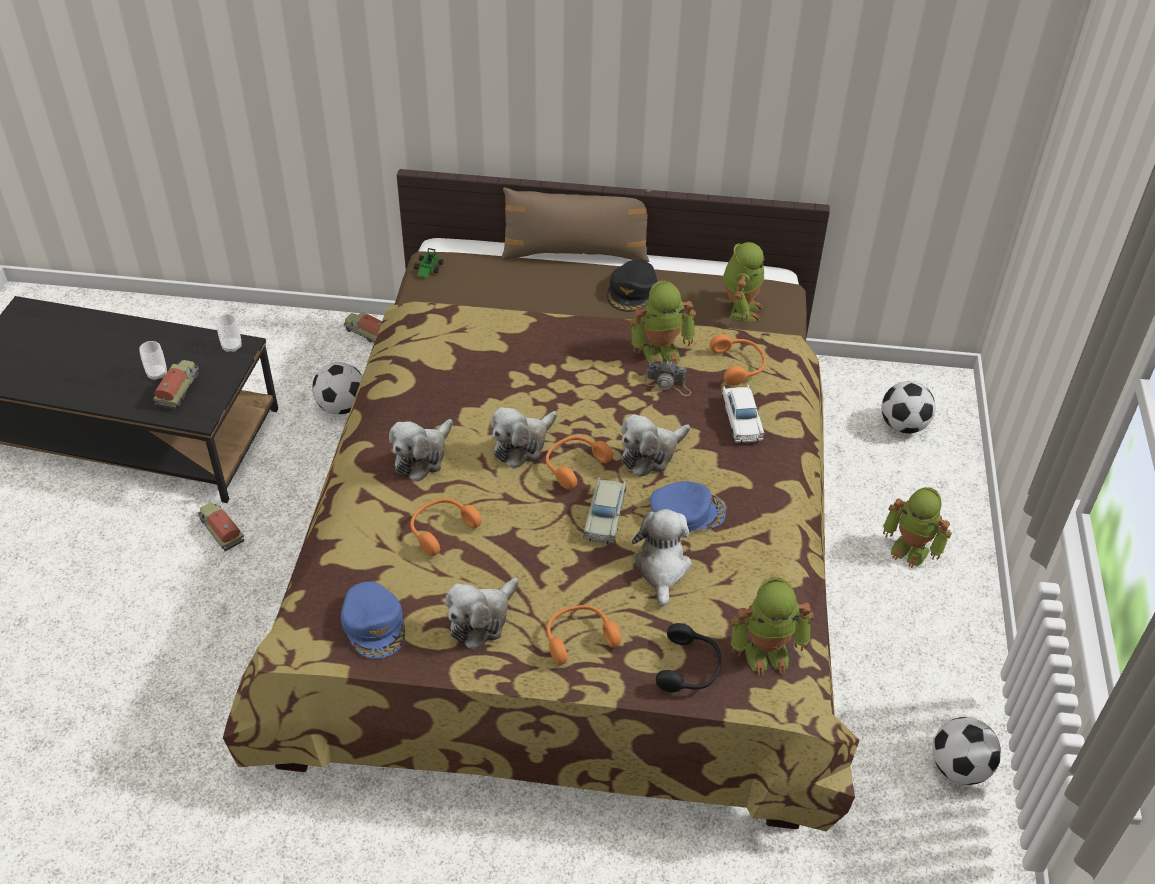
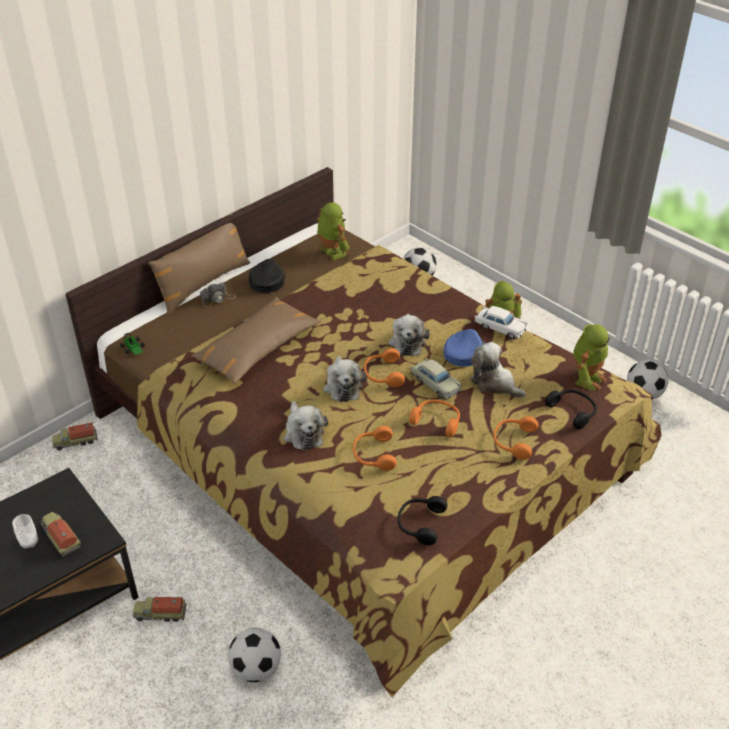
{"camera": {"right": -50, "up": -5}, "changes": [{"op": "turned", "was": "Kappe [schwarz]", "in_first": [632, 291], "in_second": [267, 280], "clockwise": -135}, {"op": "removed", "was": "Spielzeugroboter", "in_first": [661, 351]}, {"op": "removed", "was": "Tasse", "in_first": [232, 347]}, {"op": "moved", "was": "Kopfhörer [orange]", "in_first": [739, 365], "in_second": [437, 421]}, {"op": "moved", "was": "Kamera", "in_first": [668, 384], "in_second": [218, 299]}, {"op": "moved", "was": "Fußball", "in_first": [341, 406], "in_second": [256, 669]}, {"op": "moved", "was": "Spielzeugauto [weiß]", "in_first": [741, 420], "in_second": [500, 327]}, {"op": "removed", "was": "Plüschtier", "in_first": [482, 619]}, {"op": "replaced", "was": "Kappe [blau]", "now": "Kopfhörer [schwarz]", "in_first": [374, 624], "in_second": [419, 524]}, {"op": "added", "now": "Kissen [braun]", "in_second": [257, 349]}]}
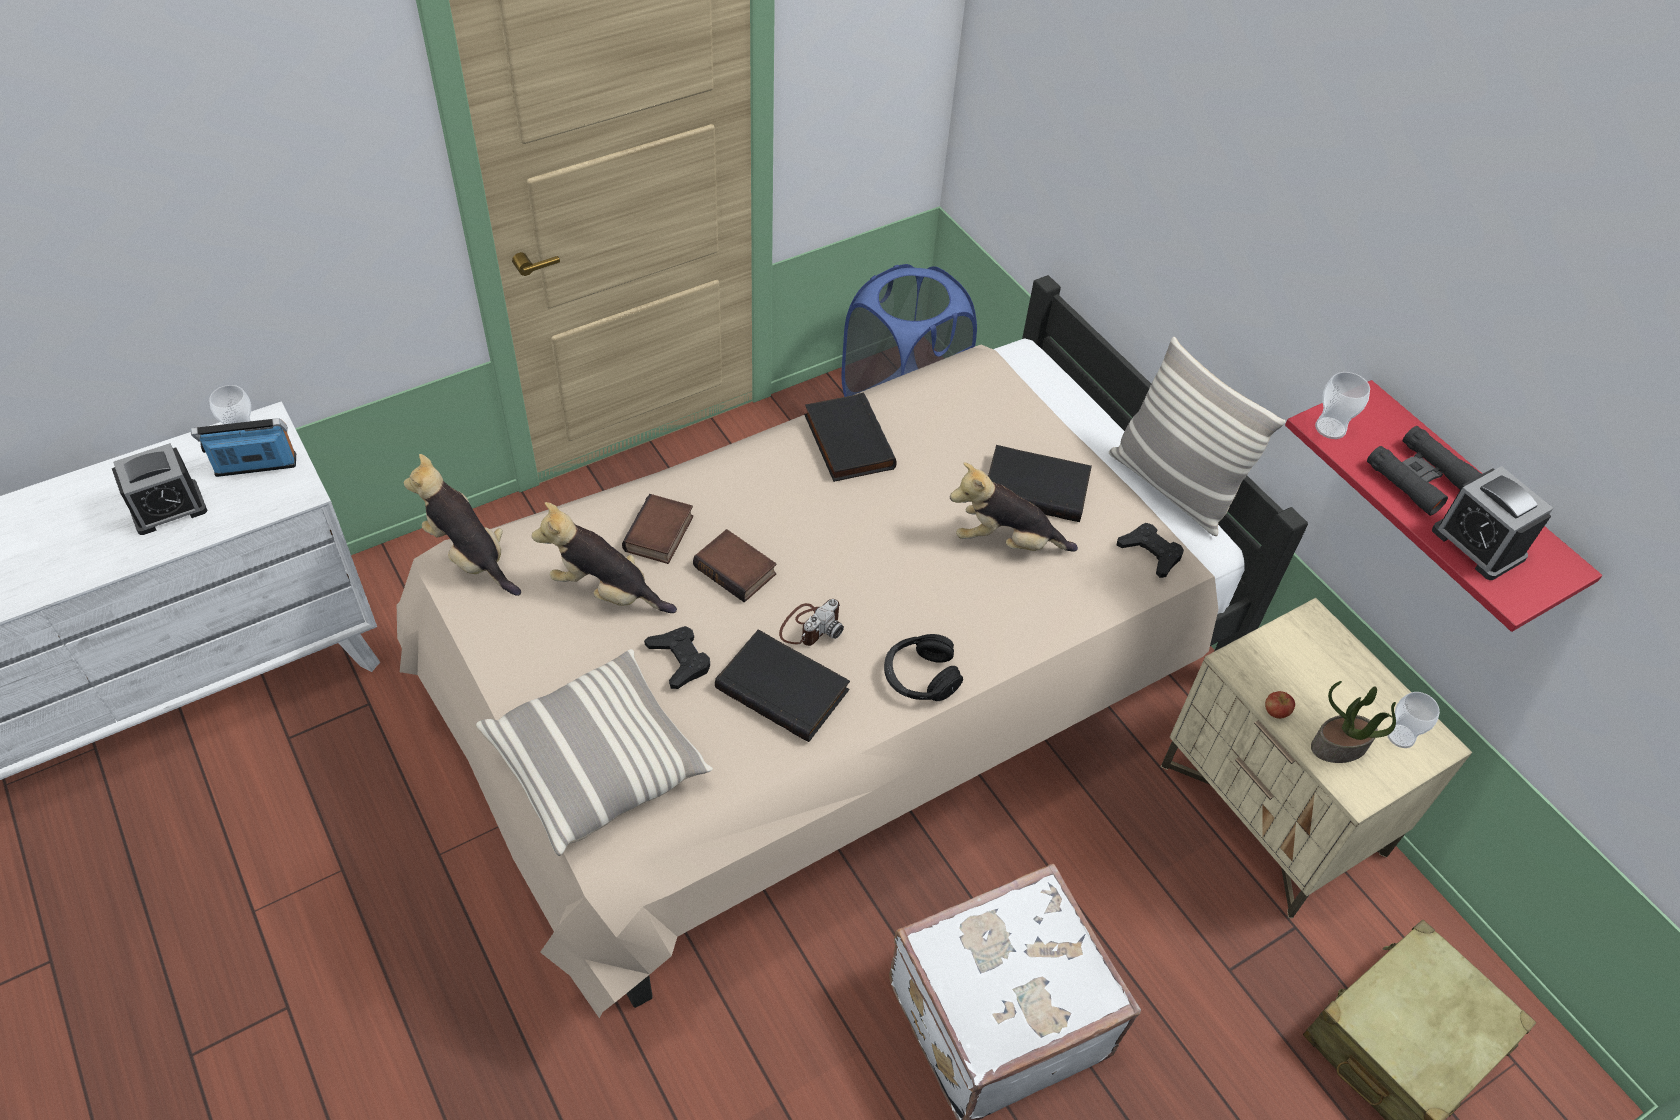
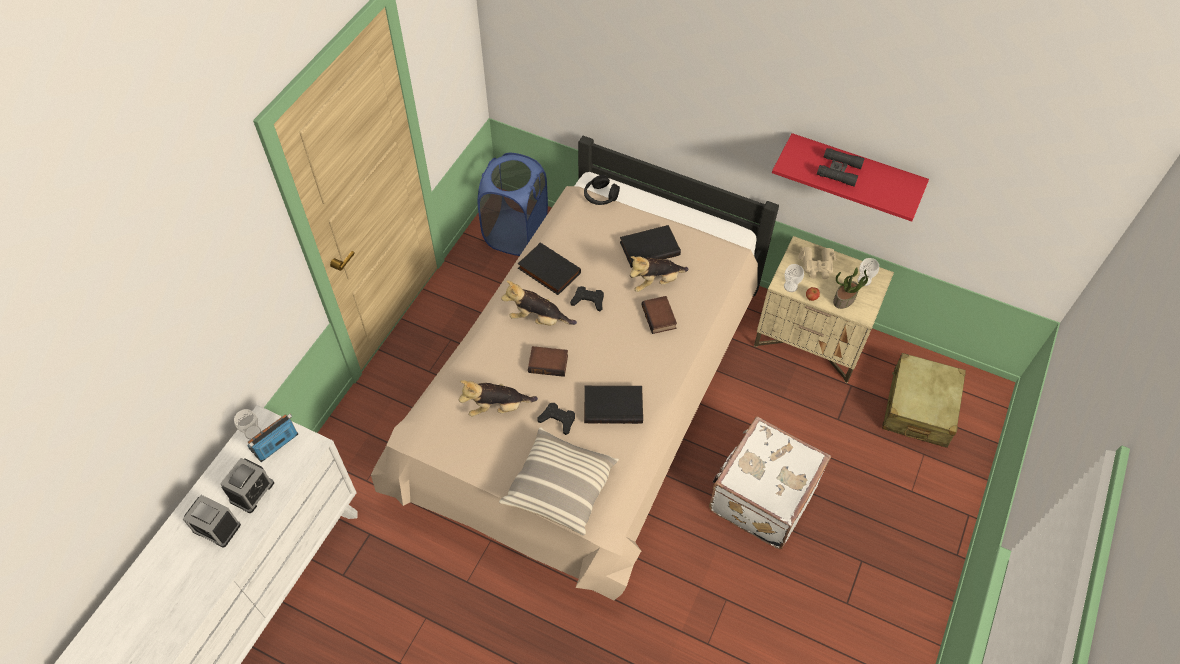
{"camera": {"right": -30, "up": 5}, "changes": [{"op": "removed", "was": "Kissen", "in_first": [1172, 487]}, {"op": "moved", "was": "Tasse", "in_first": [1330, 428], "in_second": [790, 286]}, {"op": "moved", "was": "Plüschtier", "in_first": [470, 556], "in_second": [538, 319]}, {"op": "moved", "was": "Wecker", "in_first": [1478, 544], "in_second": [216, 528]}, {"op": "moved", "was": "Buch", "in_first": [660, 535], "in_second": [660, 317]}, {"op": "moved", "was": "Gamepad [schwarz]", "in_first": [1150, 553], "in_second": [588, 300]}, {"op": "removed", "was": "Kamera", "in_first": [810, 626]}, {"op": "moved", "was": "Kopfhörer [schwarz]", "in_first": [920, 676], "in_second": [600, 196]}, {"op": "added", "now": "Fernglas [beige]", "in_second": [817, 266]}]}
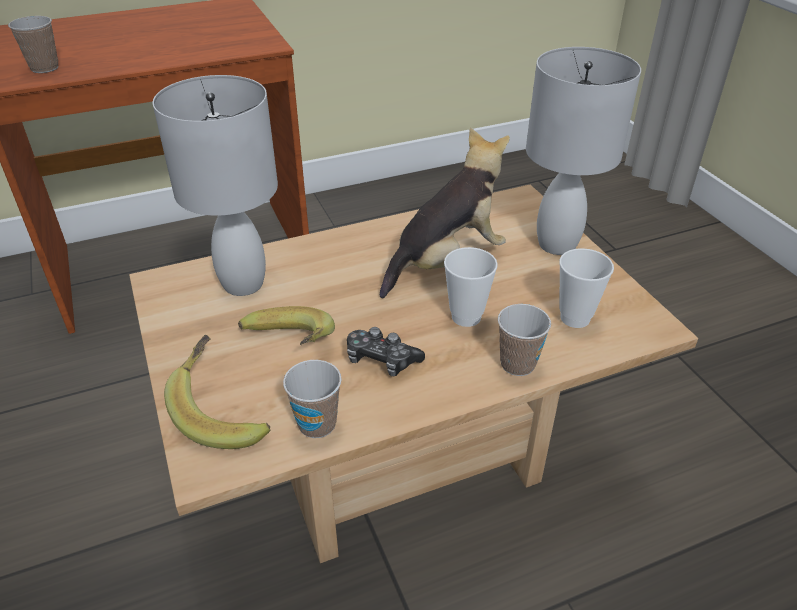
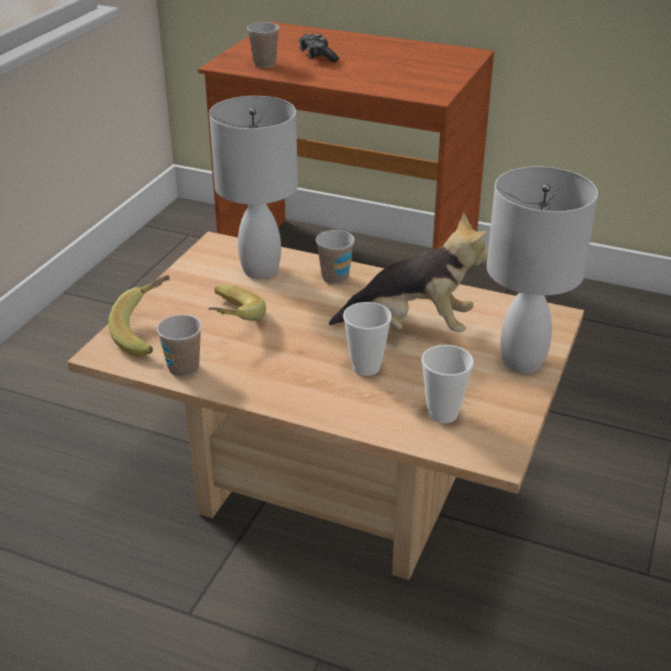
{"camera": {"right": 45, "up": -5}, "changes": [{"op": "moved", "was": "Tasse", "in_first": [517, 364], "in_second": [335, 278]}, {"op": "moved", "was": "Gamepad", "in_first": [381, 360], "in_second": [317, 56]}]}
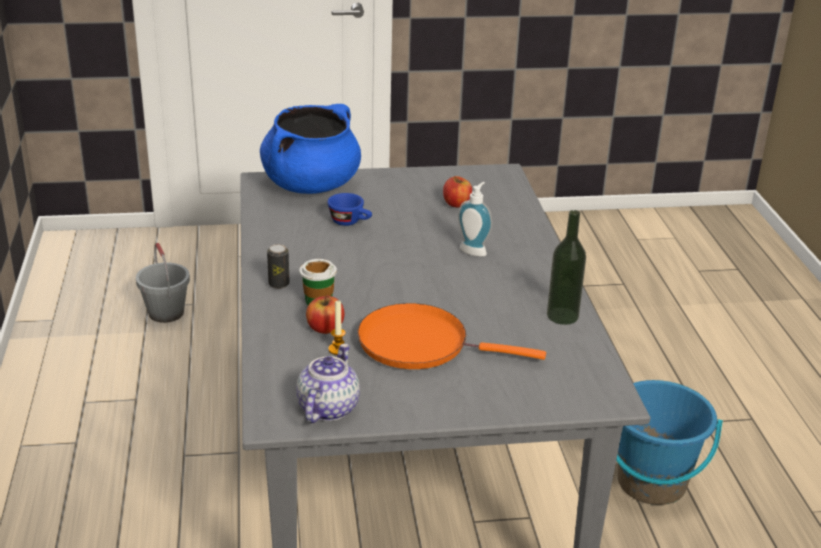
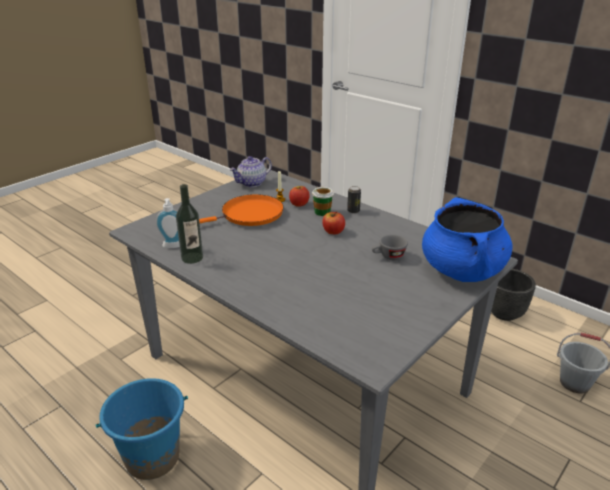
{"camera": {"right": 140, "up": 0}, "changes": [{"op": "moved", "was": "Apfel", "in_first": [457, 204], "in_second": [333, 231]}, {"op": "moved", "was": "Seifenspender", "in_first": [474, 250], "in_second": [173, 247]}, {"op": "recoloured", "was": "Tasse [blau]", "now": "Tasse [grau]", "in_first": [350, 222], "in_second": [388, 257]}, {"op": "turned", "was": "Teekanne", "in_first": [327, 408], "in_second": [252, 183], "clockwise": 75}, {"op": "added", "now": "Pflanzkübel [schwarz]", "in_second": [504, 312]}]}
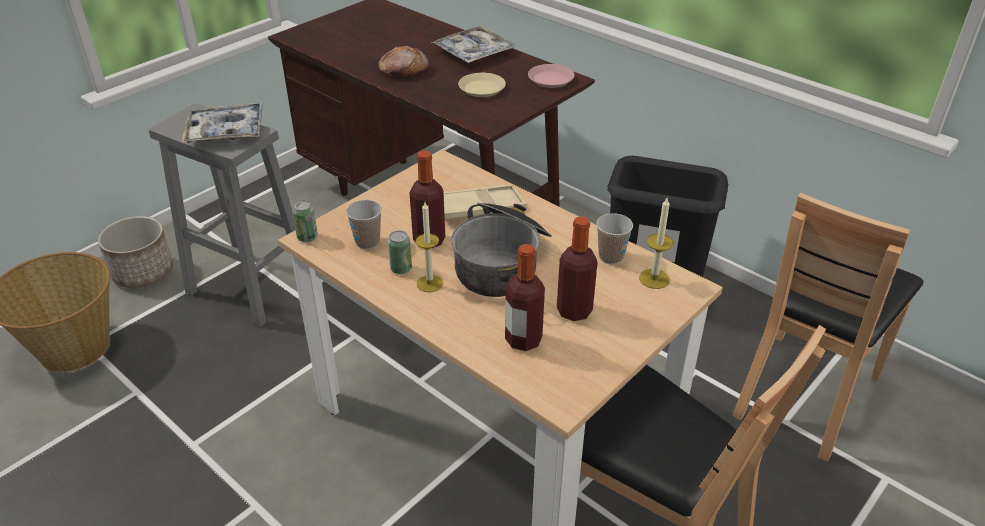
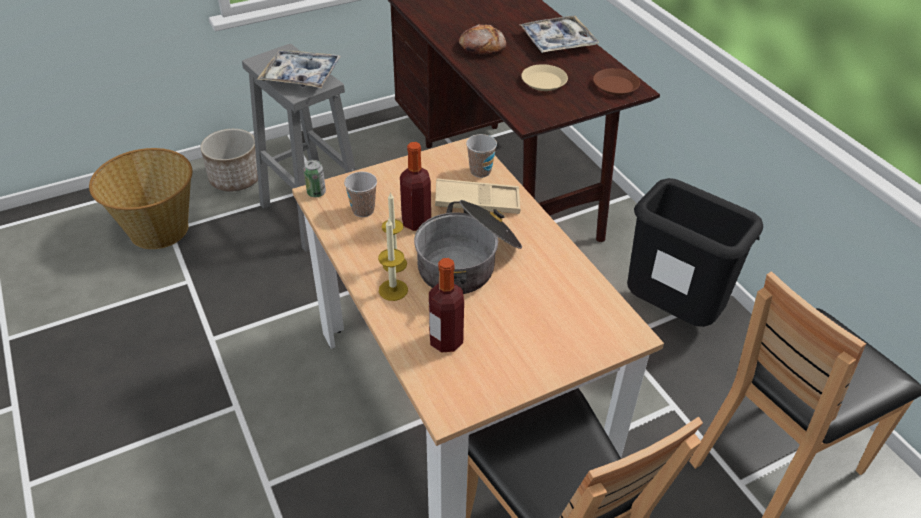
{"camera": {"right": 20, "up": 5}, "changes": [{"op": "recoloured", "was": "Teller [rosa]", "now": "Teller [braun]", "in_first": [551, 80], "in_second": [616, 86]}, {"op": "moved", "was": "Kerze", "in_first": [654, 279], "in_second": [393, 290]}, {"op": "moved", "was": "Tasse", "in_first": [611, 257], "in_second": [480, 171]}, {"op": "removed", "was": "Flasche", "in_first": [574, 310]}, {"op": "removed", "was": "Dose", "in_first": [401, 269]}]}
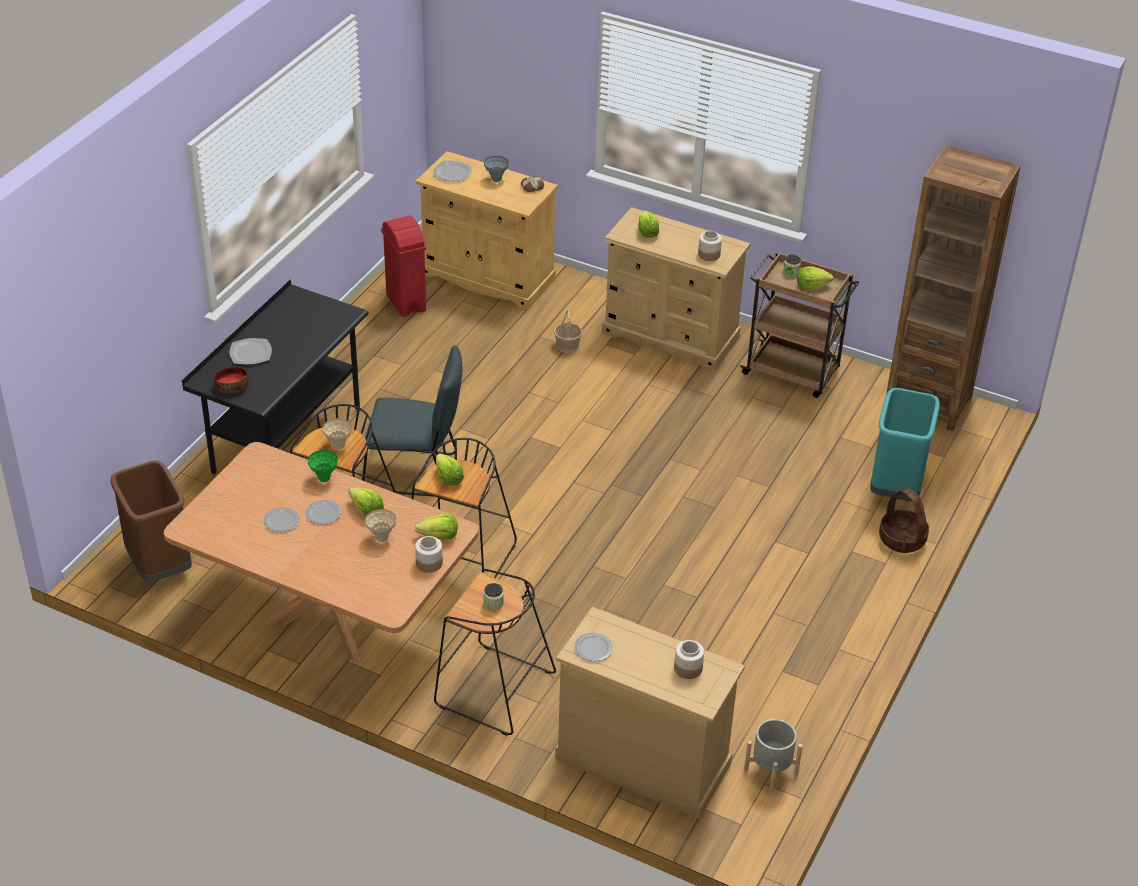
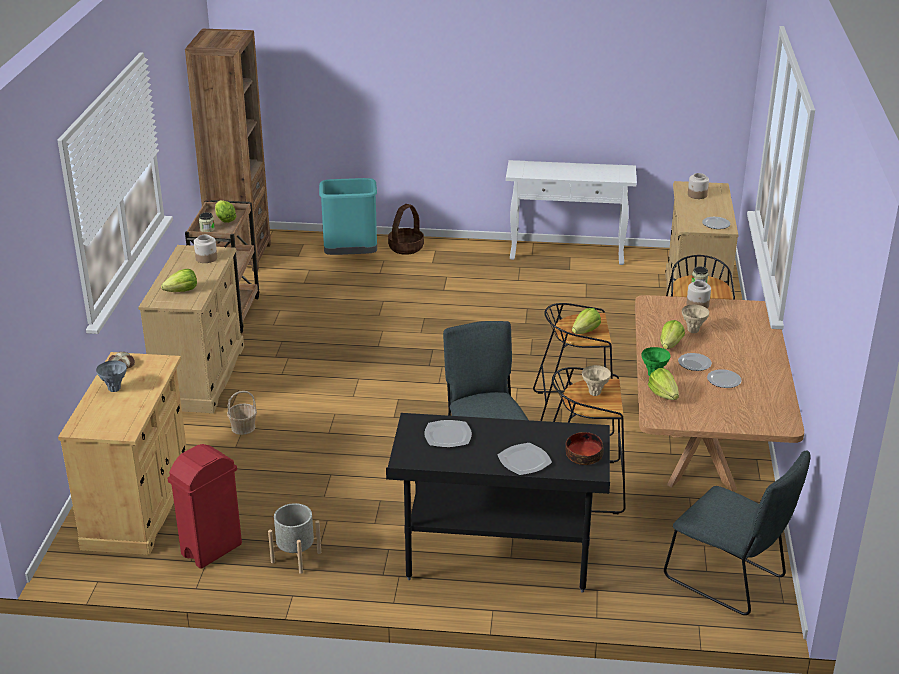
{"camera": {"right": -110, "up": -10}, "changes": [{"op": "moved", "was": "Teller", "in_first": [452, 173], "in_second": [447, 435]}, {"op": "replaced", "was": "Mülleimer [braun]", "now": "Stuhl [grau]", "in_first": [159, 565], "in_second": [729, 580]}, {"op": "moved", "was": "Salatkopf", "in_first": [439, 536], "in_second": [663, 395]}, {"op": "moved", "was": "Pflanzkübel [grau]", "in_first": [771, 771], "in_second": [296, 557]}, {"op": "added", "now": "Konsolentisch [weiß]", "in_second": [568, 254]}]}
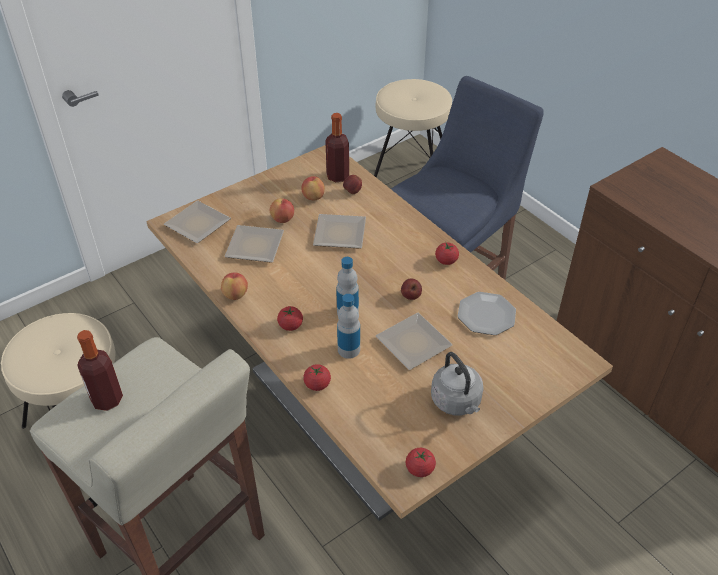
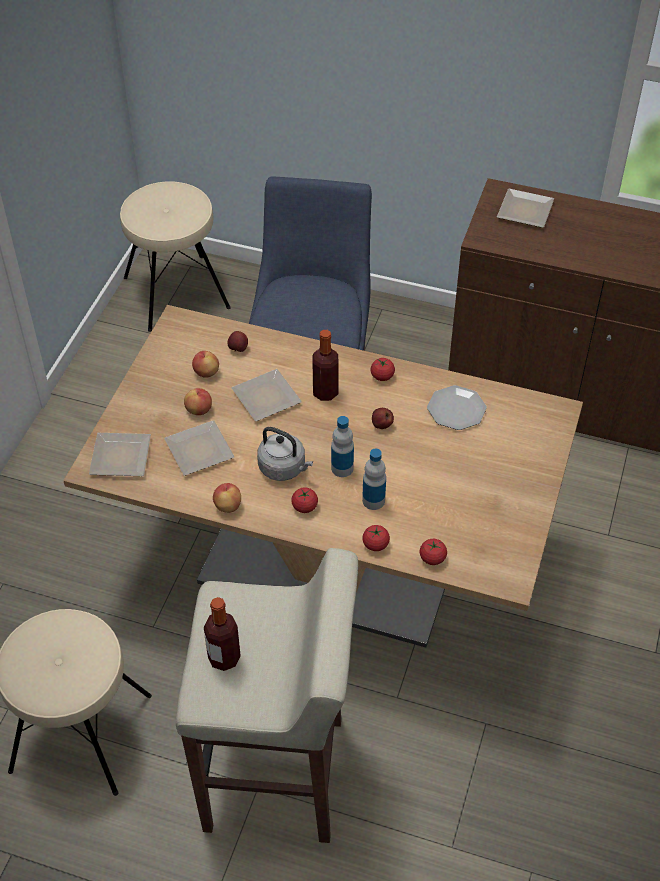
{"camera": {"right": -35, "up": 5}, "changes": [{"op": "moved", "was": "Flasche", "in_first": [337, 176], "in_second": [325, 392]}, {"op": "moved", "was": "Teller", "in_first": [413, 341], "in_second": [523, 209]}, {"op": "moved", "was": "Wasserkessel [grau]", "in_first": [457, 402], "in_second": [284, 468]}, {"op": "moved", "was": "Tomate", "in_first": [419, 469], "in_second": [432, 558]}]}
